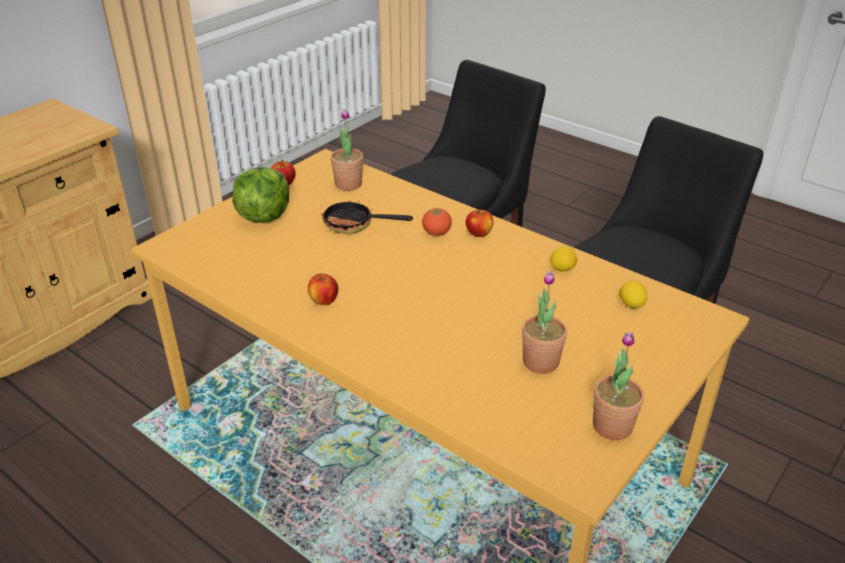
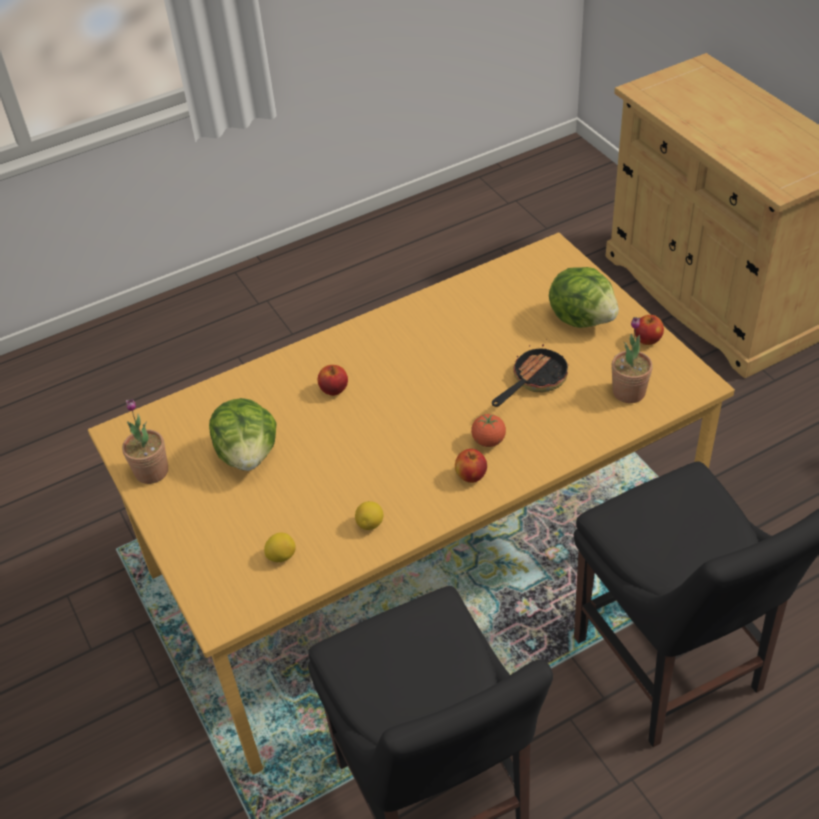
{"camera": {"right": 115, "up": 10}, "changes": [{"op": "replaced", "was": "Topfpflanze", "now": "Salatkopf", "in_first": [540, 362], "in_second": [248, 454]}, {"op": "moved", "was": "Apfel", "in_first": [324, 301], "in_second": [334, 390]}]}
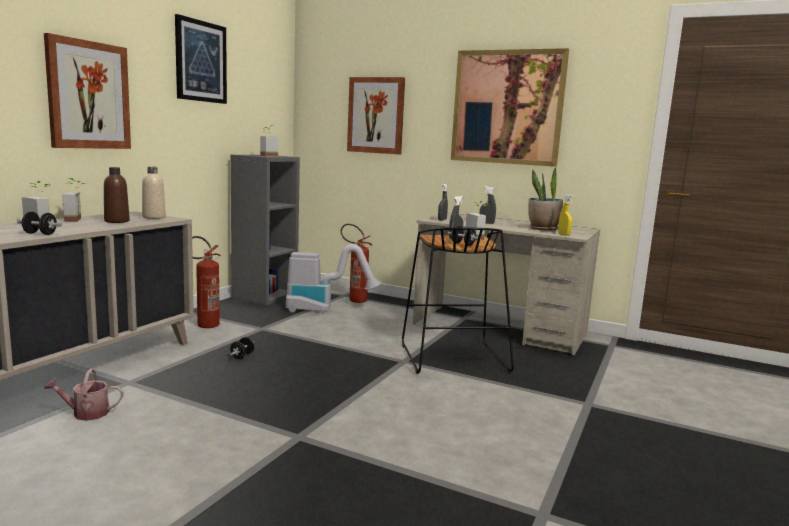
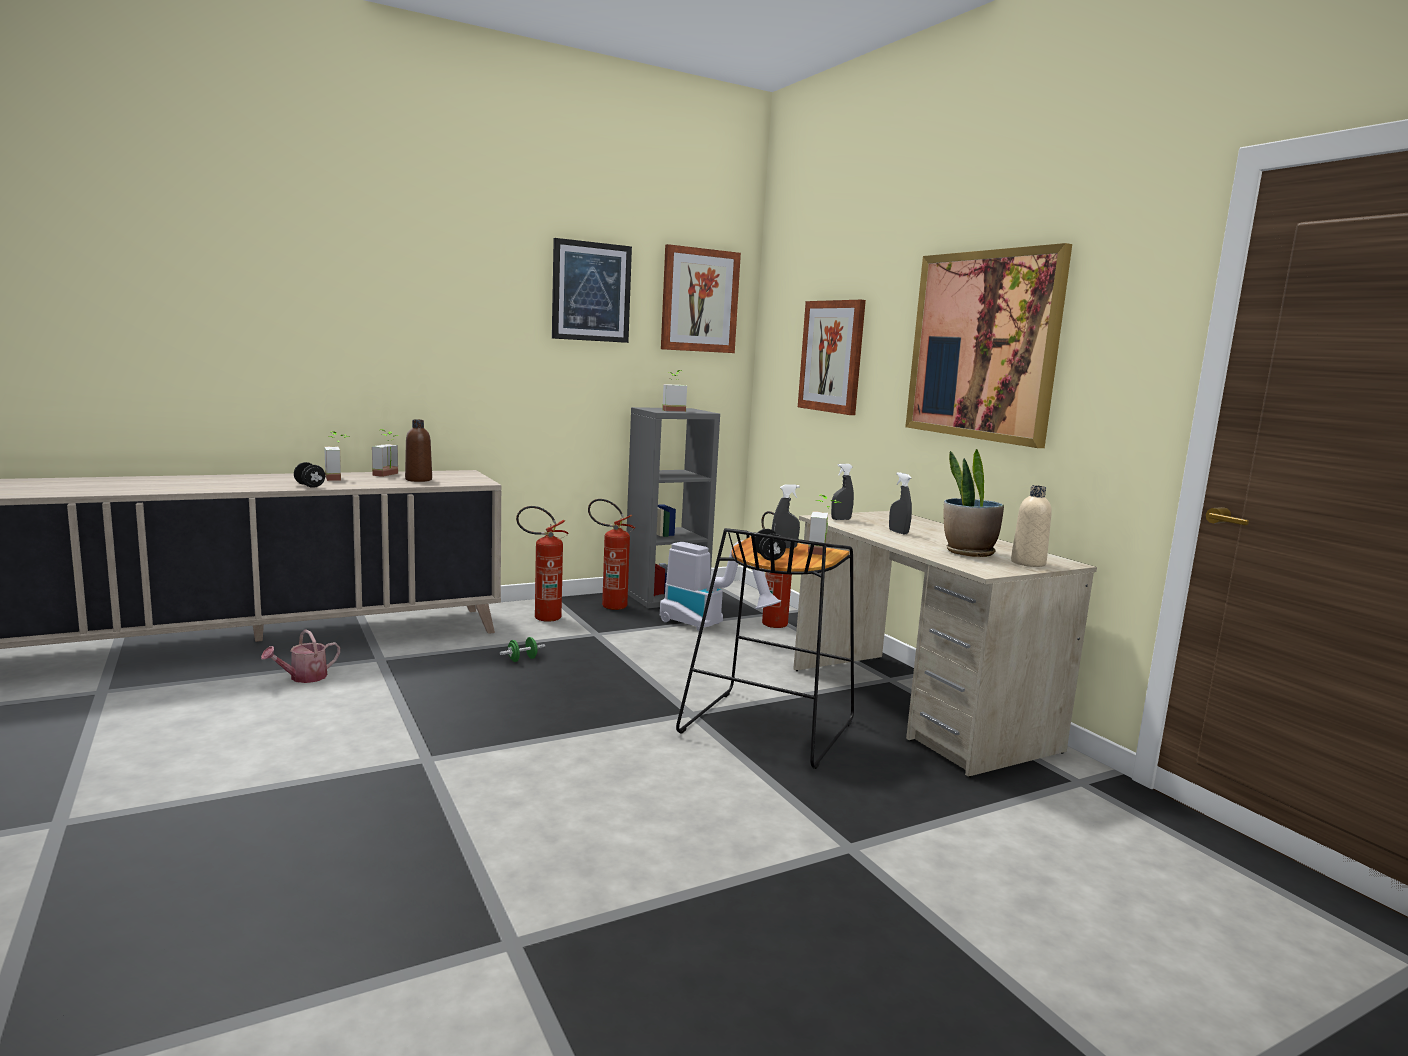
{"camera": {"right": 35, "up": 0}, "changes": [{"op": "moved", "was": "Bild", "in_first": [88, 95], "in_second": [699, 300]}, {"op": "moved", "was": "Flasche [beige]", "in_first": [154, 217], "in_second": [1028, 563]}, {"op": "removed", "was": "Sprühflasche [gelb]", "in_first": [563, 234]}, {"op": "recoloured", "was": "Hantel [schwarz]", "now": "Hantel [grün]", "in_first": [242, 356], "in_second": [522, 659]}, {"op": "turned", "was": "Gießkanne", "in_first": [86, 413], "in_second": [303, 678], "clockwise": -75}, {"op": "added", "now": "Feuerlöscher", "in_second": [608, 605]}]}
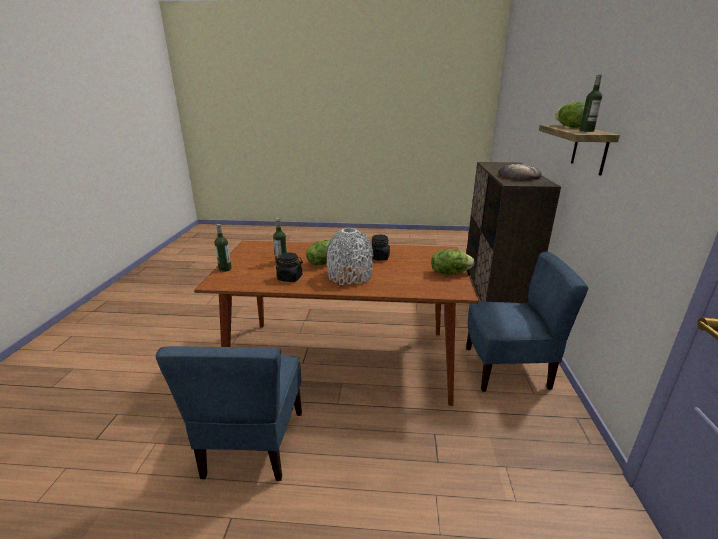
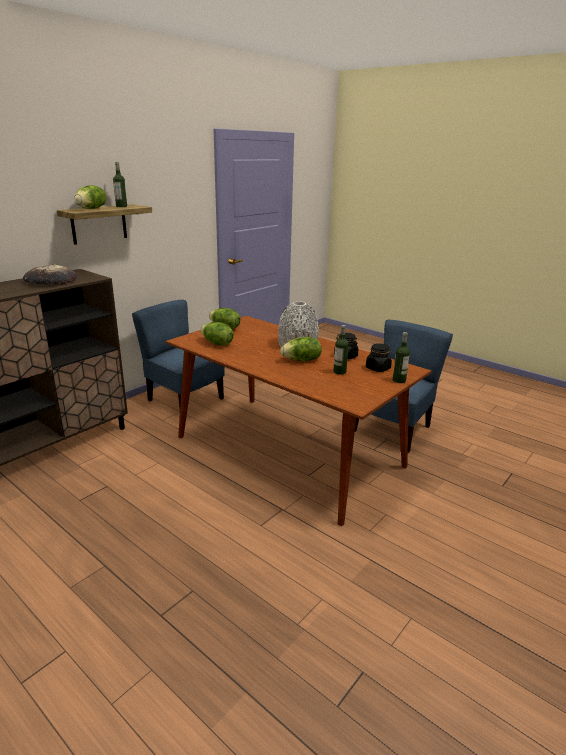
{"camera": {"right": -145, "up": 0}, "changes": [{"op": "moved", "was": "Vorratsglas [schwarz]", "in_first": [379, 257], "in_second": [377, 368]}, {"op": "added", "now": "Salatkopf", "in_second": [217, 344]}]}
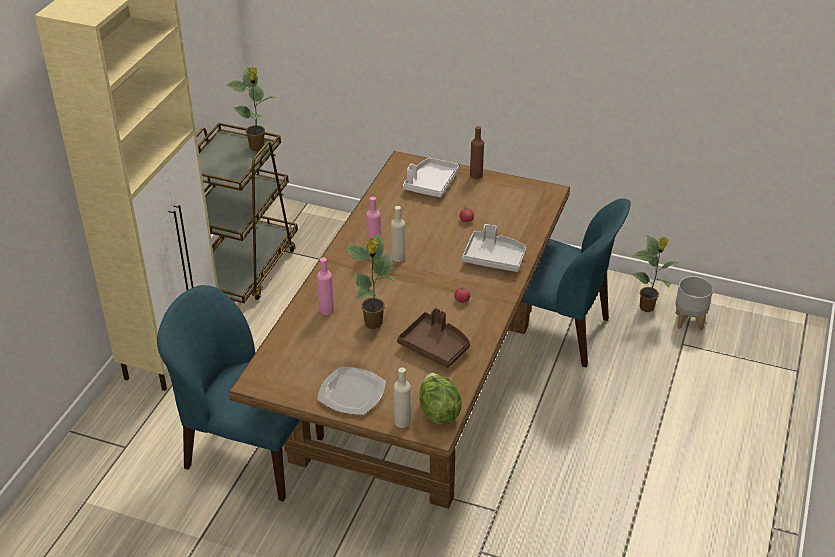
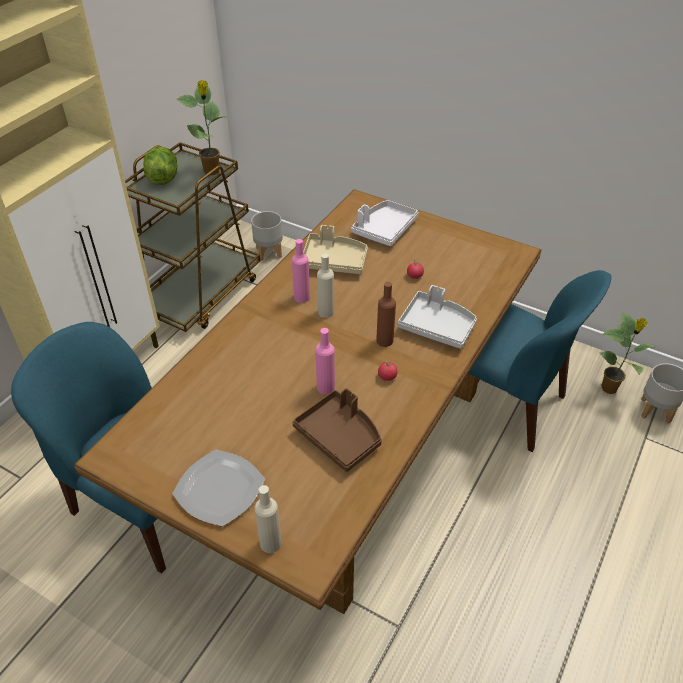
{"camera": {"right": 10, "up": 5}, "changes": [{"op": "moved", "was": "Flasche [braun]", "in_first": [476, 175], "in_second": [384, 340]}, {"op": "removed", "was": "Topfpflanze", "in_first": [373, 324]}, {"op": "moved", "was": "Flasche [rosa]", "in_first": [326, 310], "in_second": [325, 387]}, {"op": "moved", "was": "Salatkopf", "in_first": [438, 411], "in_second": [163, 177]}, {"op": "added", "now": "Pflanzkübel [grau]", "in_second": [269, 252]}, {"op": "added", "now": "Tablett [beige]", "in_second": [334, 261]}]}
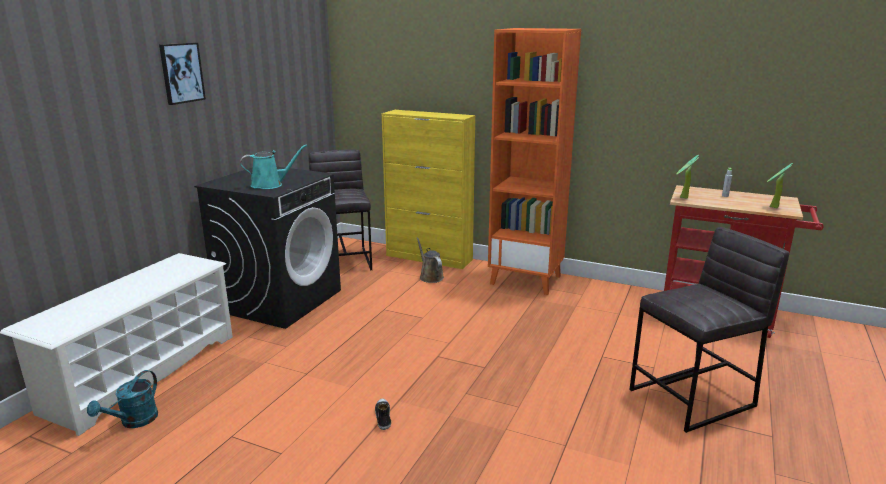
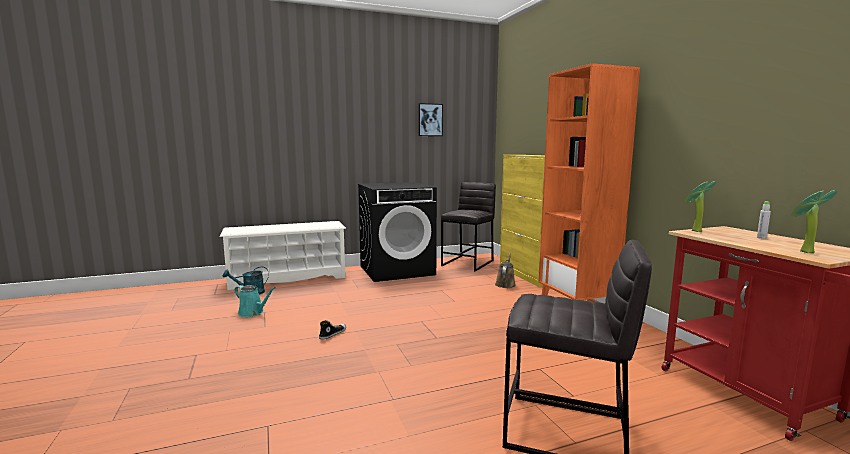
{"camera": {"right": 45, "up": -10}, "changes": [{"op": "moved", "was": "Bild", "in_first": [181, 73], "in_second": [430, 120]}, {"op": "moved", "was": "Gießkanne [türkis]", "in_first": [270, 185], "in_second": [253, 312]}]}
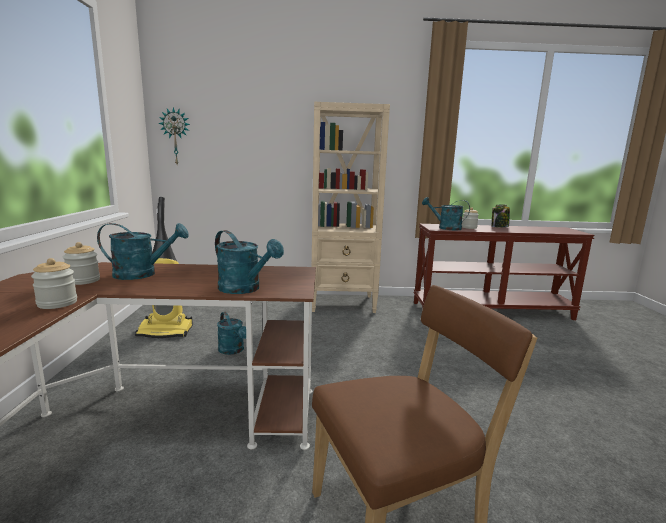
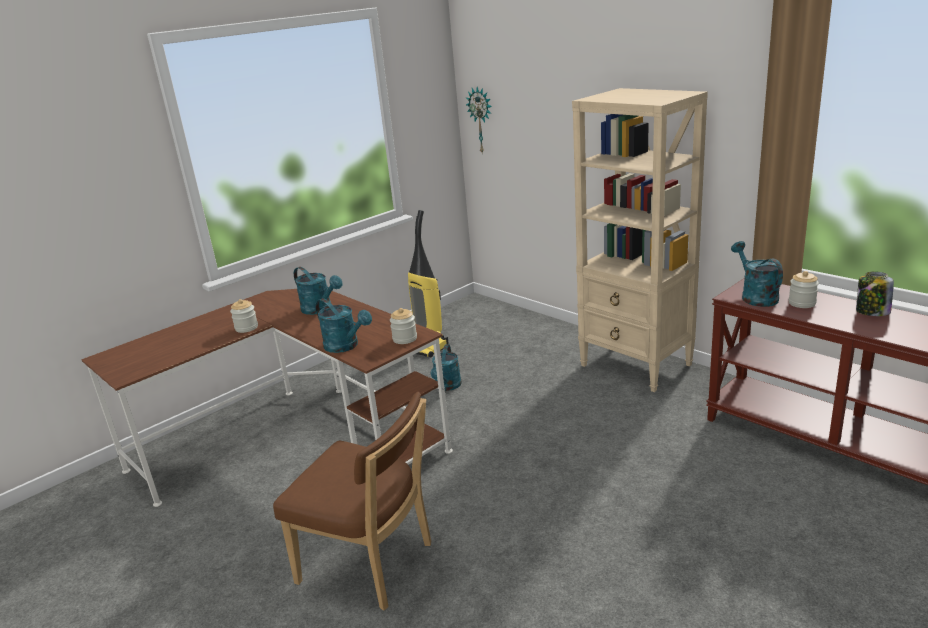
{"camera": {"right": 50, "up": 10}, "changes": [{"op": "turned", "was": "Gießkanne [türkis]", "in_first": [245, 289], "in_second": [346, 346], "clockwise": -45}, {"op": "moved", "was": "Vorratsglas", "in_first": [83, 281], "in_second": [405, 339]}]}
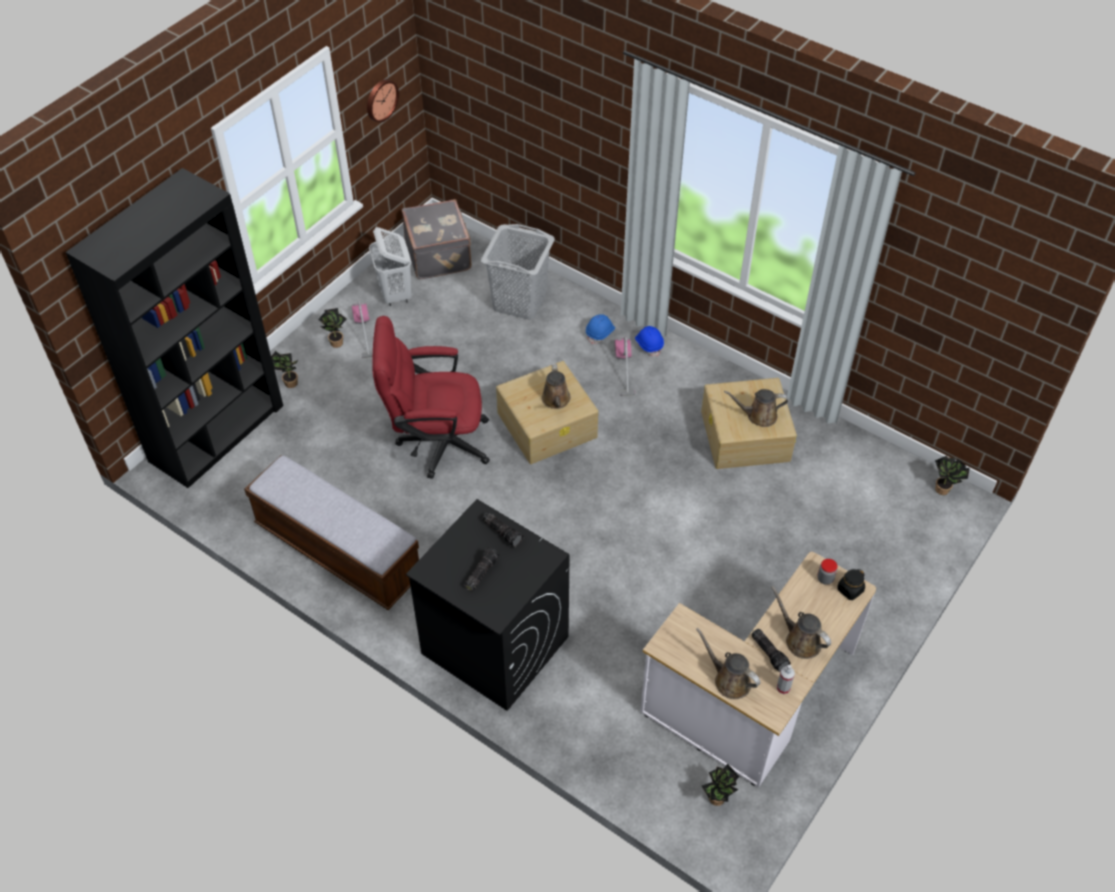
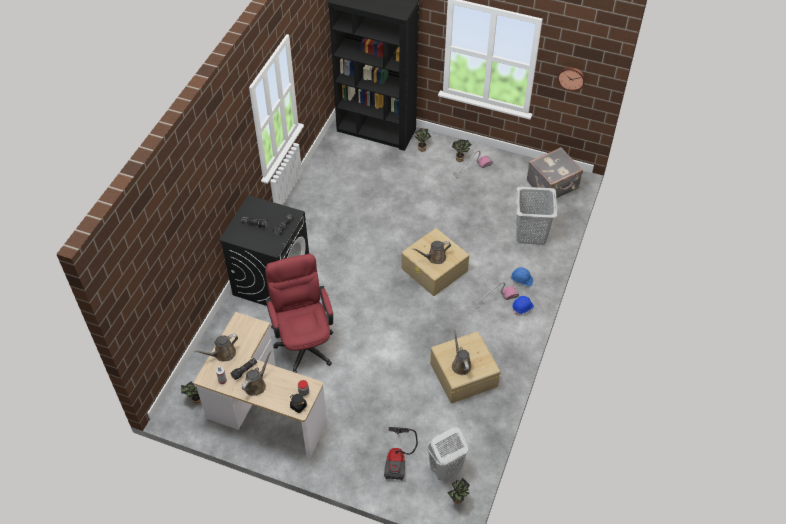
{"camera": {"right": 75, "up": 0}, "changes": [{"op": "moved", "was": "Wäschekorb [weiß]", "in_first": [395, 294], "in_second": [445, 468]}, {"op": "moved", "was": "Bürostuhl [rot]", "in_first": [435, 442], "in_second": [304, 342]}, {"op": "removed", "was": "Bank", "in_first": [338, 551]}, {"op": "turned", "was": "Gießkanne [braun]", "in_first": [729, 680], "in_second": [223, 354], "clockwise": -150}, {"op": "added", "now": "Staubsauger", "in_second": [398, 459]}]}
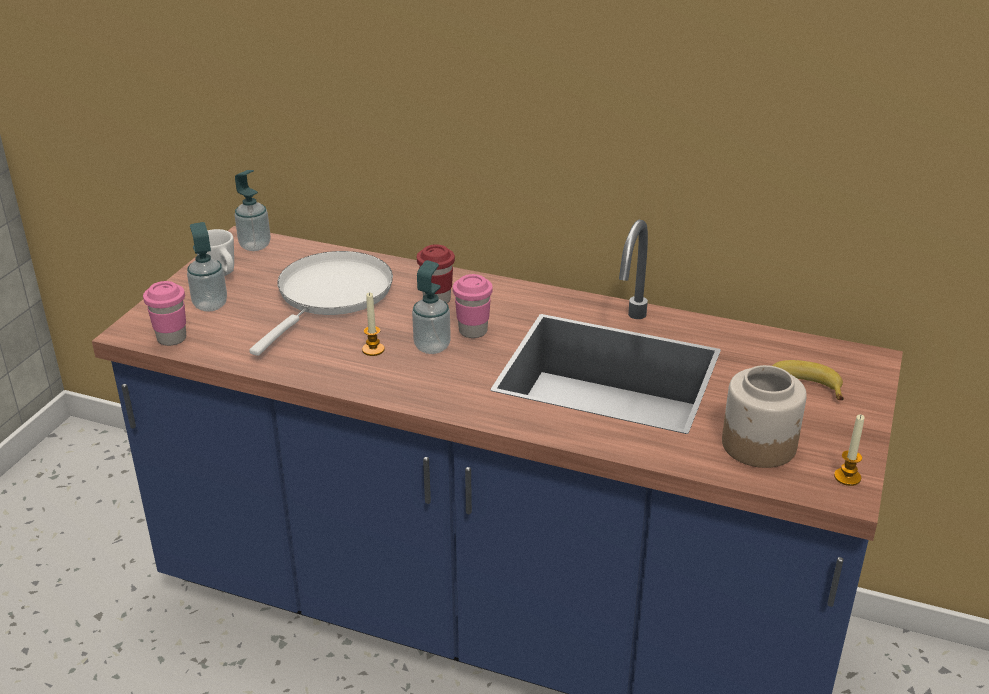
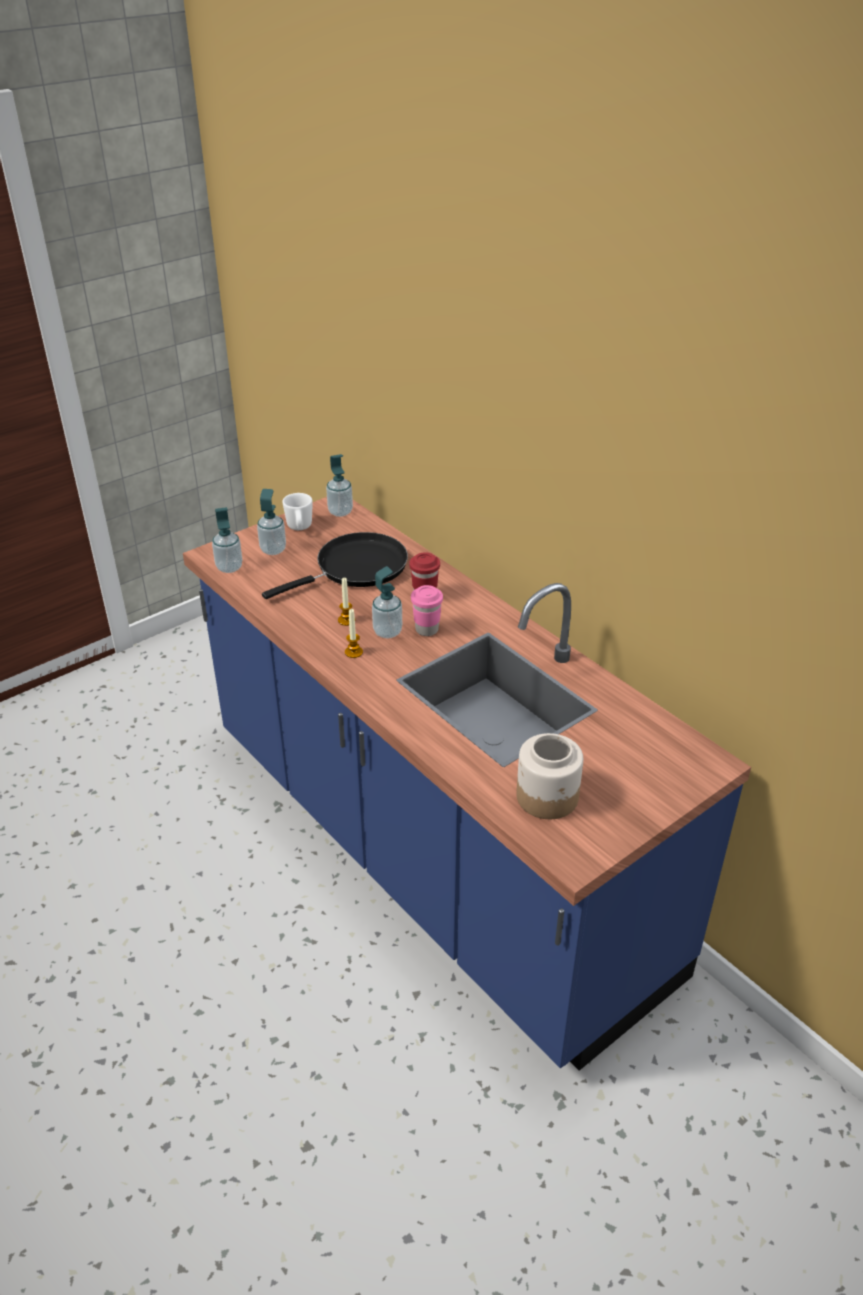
{"camera": {"right": 30, "up": 5}, "changes": [{"op": "recoloured", "was": "Pfanne [weiß]", "now": "Pfanne [schwarz]", "in_first": [331, 295], "in_second": [356, 568]}, {"op": "replaced", "was": "Tasse [rosa]", "now": "Seifenspender", "in_first": [172, 338], "in_second": [229, 567]}, {"op": "removed", "was": "Banane", "in_first": [804, 385]}, {"op": "moved", "was": "Kerze", "in_first": [847, 477], "in_second": [353, 652]}]}
